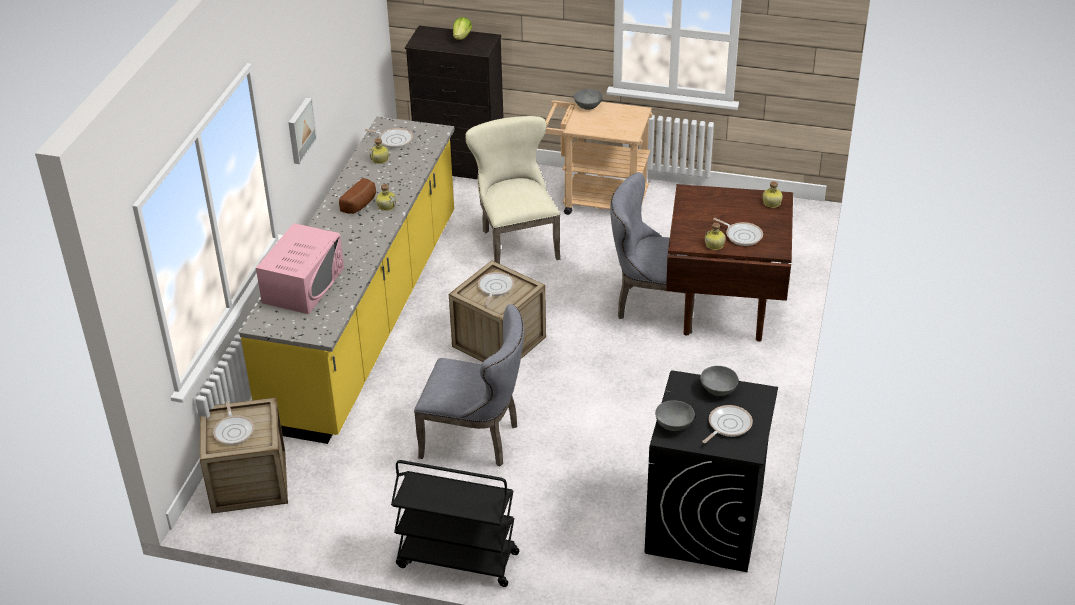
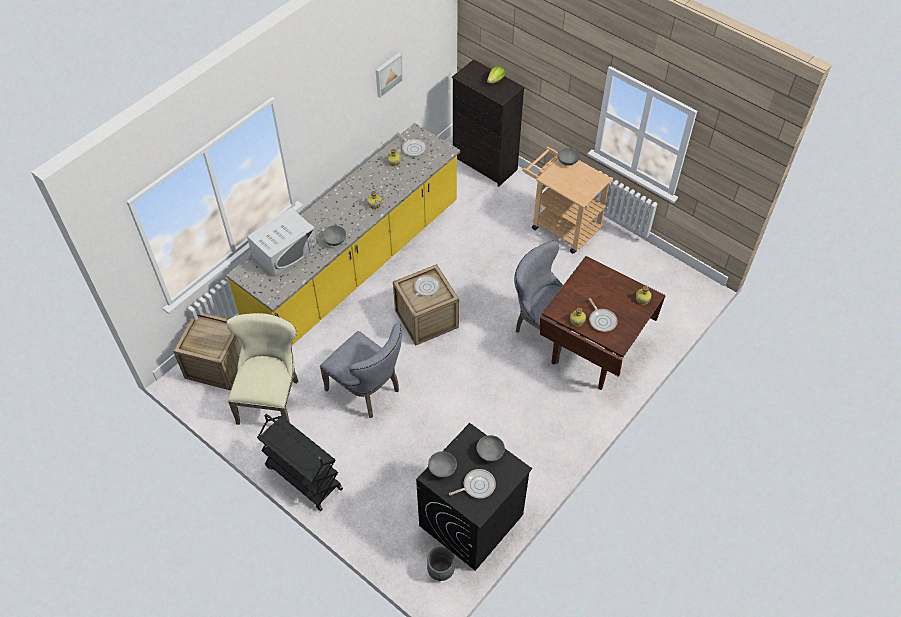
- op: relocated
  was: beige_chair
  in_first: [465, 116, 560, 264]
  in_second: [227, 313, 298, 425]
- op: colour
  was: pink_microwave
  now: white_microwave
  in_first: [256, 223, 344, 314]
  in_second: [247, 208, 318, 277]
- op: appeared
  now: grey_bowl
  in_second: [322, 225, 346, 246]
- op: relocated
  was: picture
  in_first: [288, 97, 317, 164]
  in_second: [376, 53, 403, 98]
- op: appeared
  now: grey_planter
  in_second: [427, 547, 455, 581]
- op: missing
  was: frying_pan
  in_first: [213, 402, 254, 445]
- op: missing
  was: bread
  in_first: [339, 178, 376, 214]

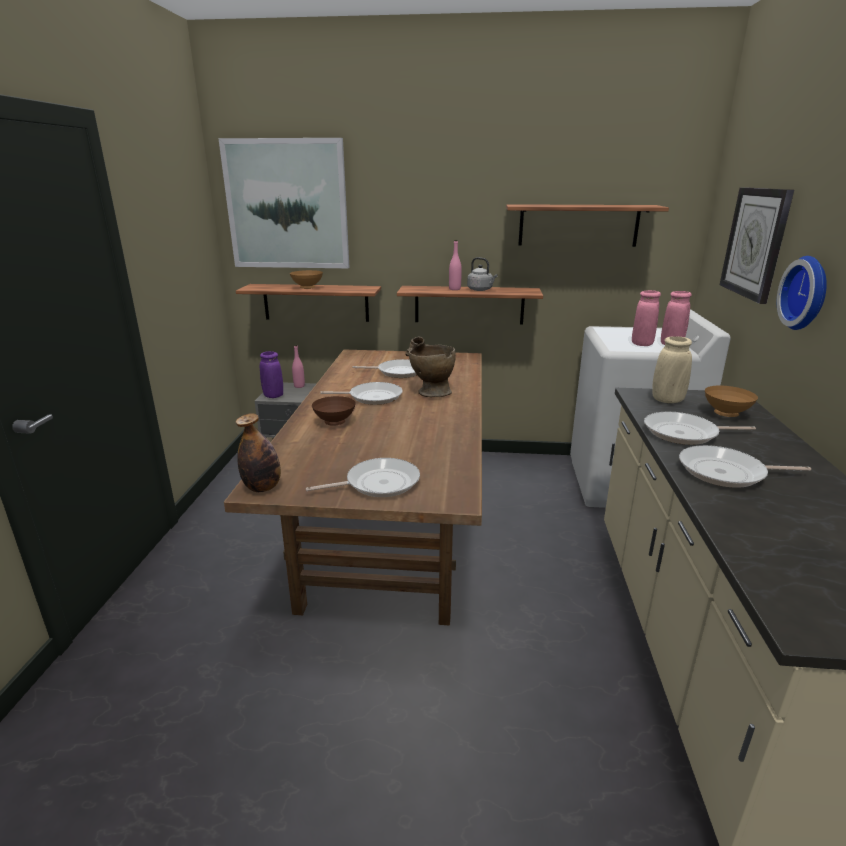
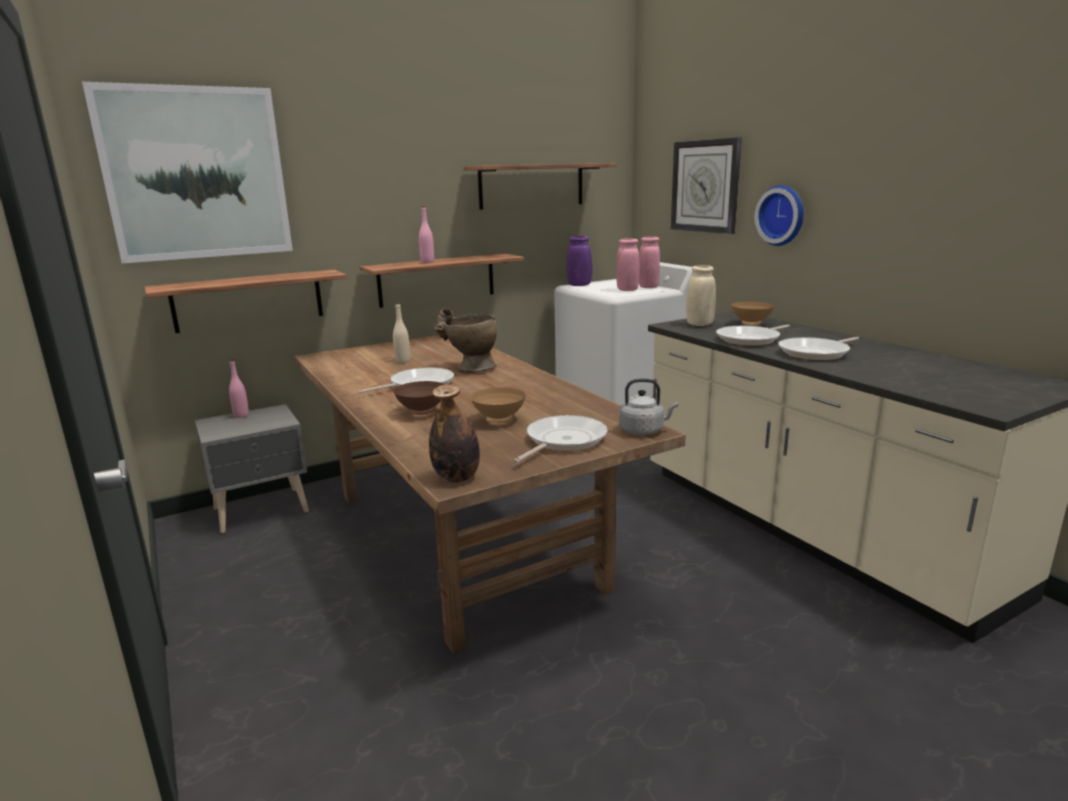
- op: exchanged
  was: frying_pan
  now: beige_bottle
  in_first: [352, 359, 417, 378]
  in_second: [393, 303, 410, 363]
- op: relocated
  was: brown_bowl
  in_first: [290, 270, 323, 289]
  in_second: [471, 387, 526, 423]
- op: relocated
  was: purple_vase
  in_first: [260, 351, 283, 398]
  in_second: [567, 236, 592, 286]
- op: relocated
  was: grey_kettle
  in_first: [467, 257, 498, 291]
  in_second: [619, 379, 678, 435]

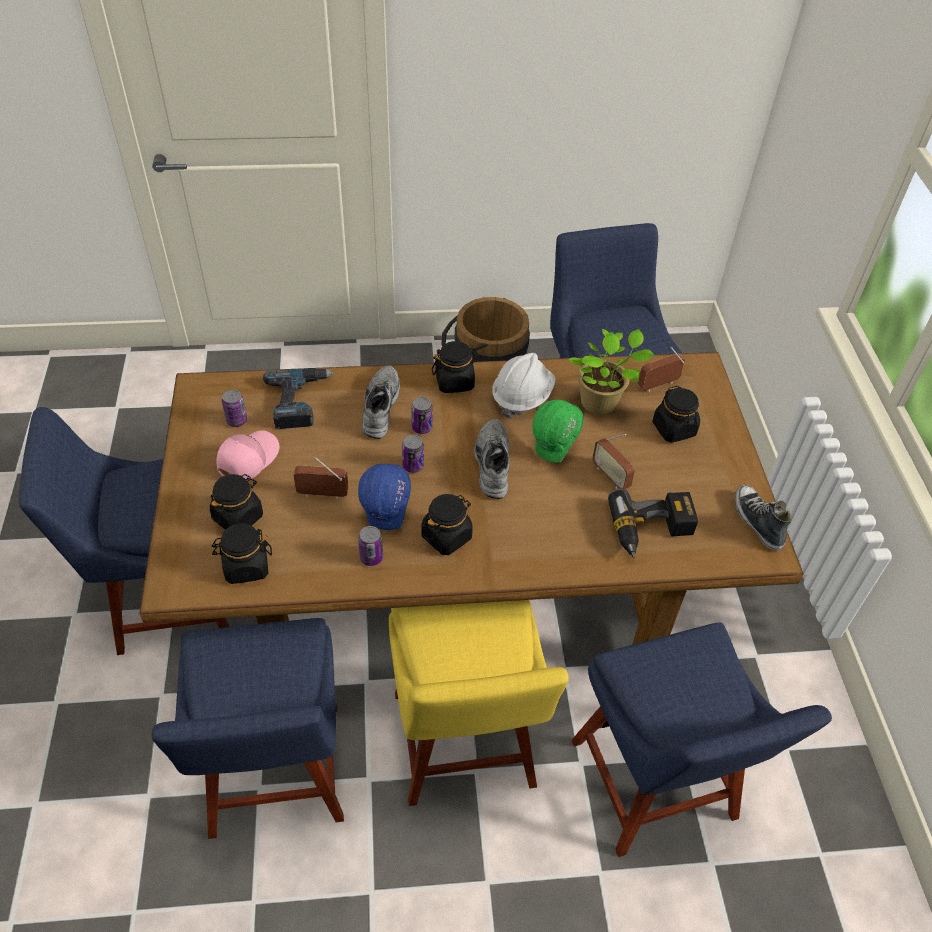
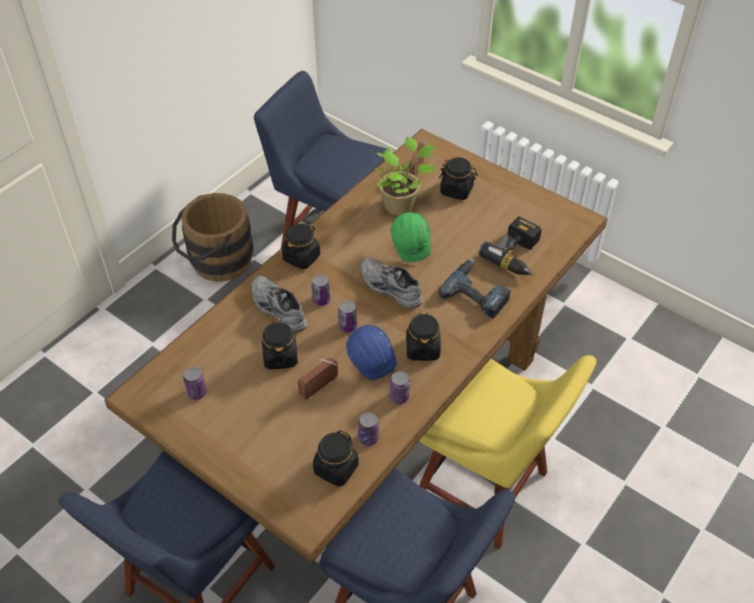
- op: relocated
  was: black_jar
  in_first: [210, 474, 263, 530]
  in_second: [262, 320, 298, 370]
- op: appeared
  now: can
  in_second: [358, 412, 379, 446]
- op: relocated
  was: power_drill
  in_first: [263, 368, 334, 429]
  in_second: [438, 259, 511, 319]
- op: missing
  was: pink_cap
  in_first: [217, 430, 280, 481]
- op: missing
  was: white_hard_hat
  in_first: [492, 353, 556, 419]
- op: missing
  was: blue_chair
  in_first: [572, 623, 832, 857]
- op: missing
  was: radio
  in_first: [592, 434, 635, 490]
- op: missing
  was: shoe
  in_first: [735, 485, 792, 551]

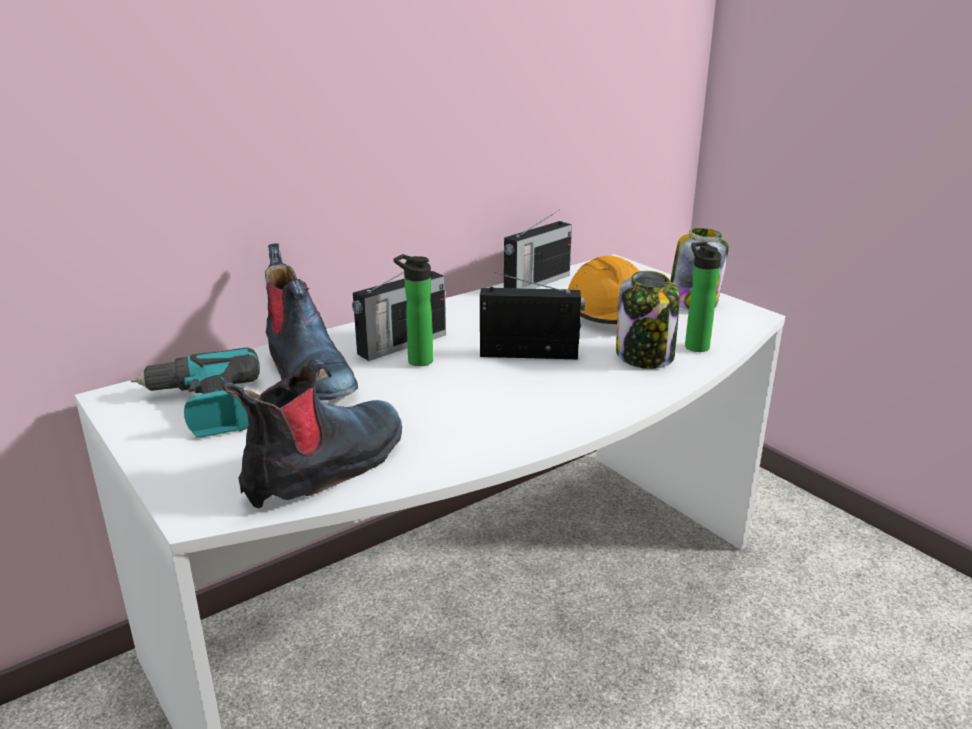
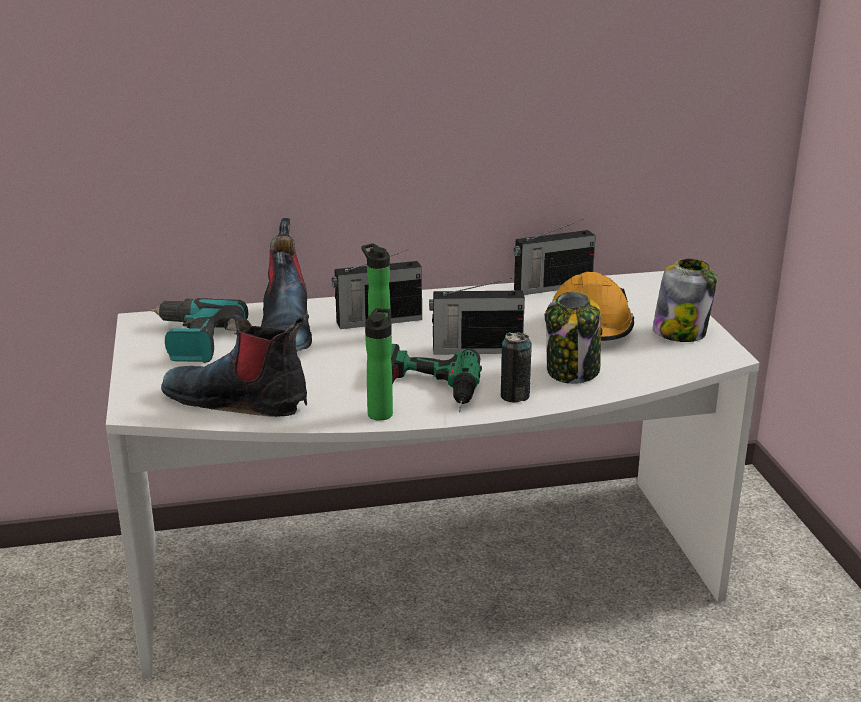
- op: spun
  was: boot
  in_first: [219, 359, 402, 509]
  in_second: [161, 314, 309, 417]
  clockwise: -135
- op: relocated
  was: bottle
  in_first: [685, 242, 721, 352]
  in_second: [365, 308, 393, 421]
- op: appeared
  now: power_drill
  in_second: [391, 344, 482, 412]
- op: spun
  was: radio
  in_first: [480, 272, 585, 359]
  in_second: [429, 278, 525, 355]
  clockwise: 150
- op: appeared
  now: can
  in_second: [501, 332, 532, 403]

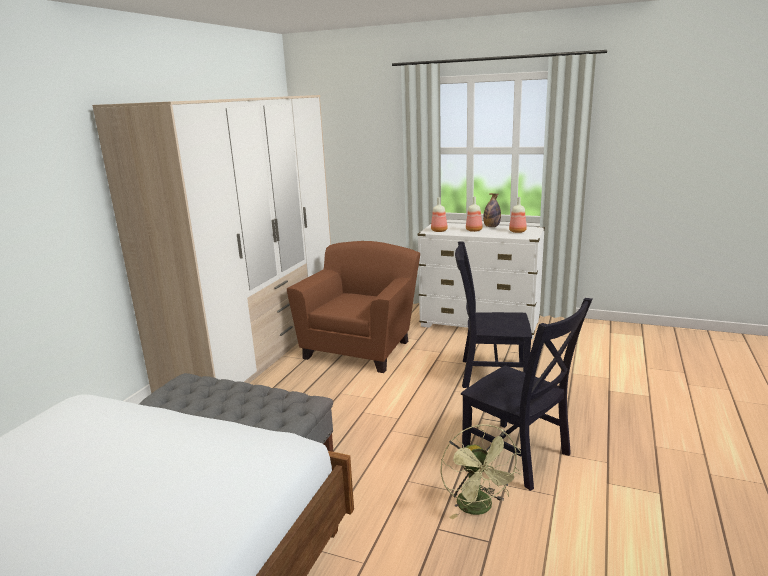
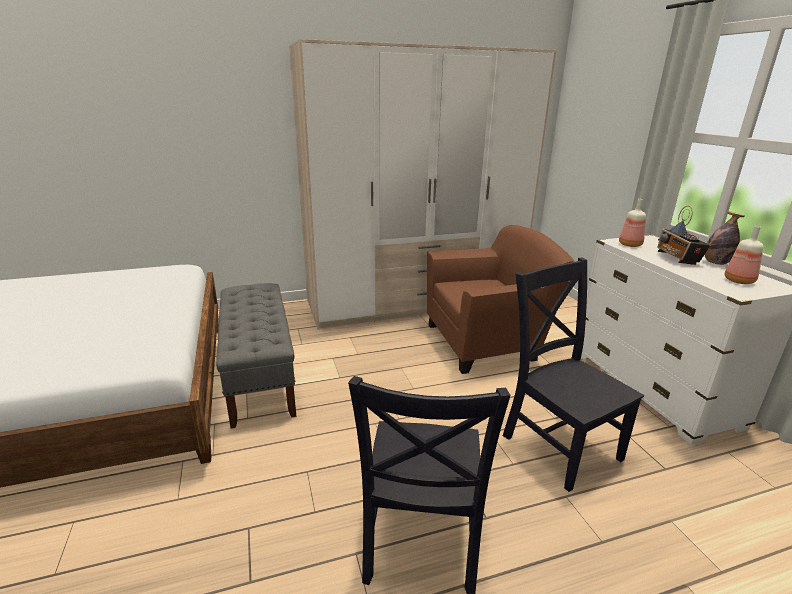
- op: exchanged
  was: bottle
  now: radio
  in_first: [466, 196, 483, 232]
  in_second: [657, 206, 711, 265]
- op: missing
  was: green_fan
  in_first: [440, 424, 522, 520]

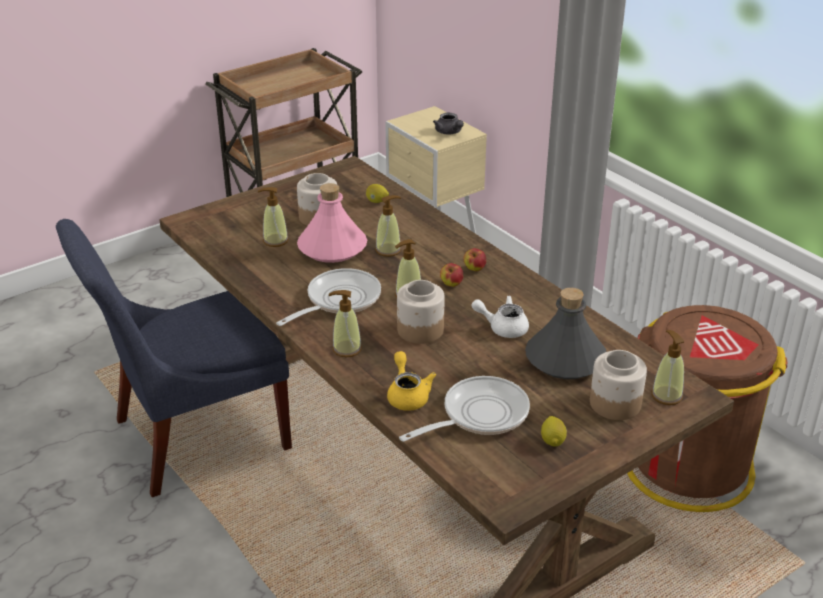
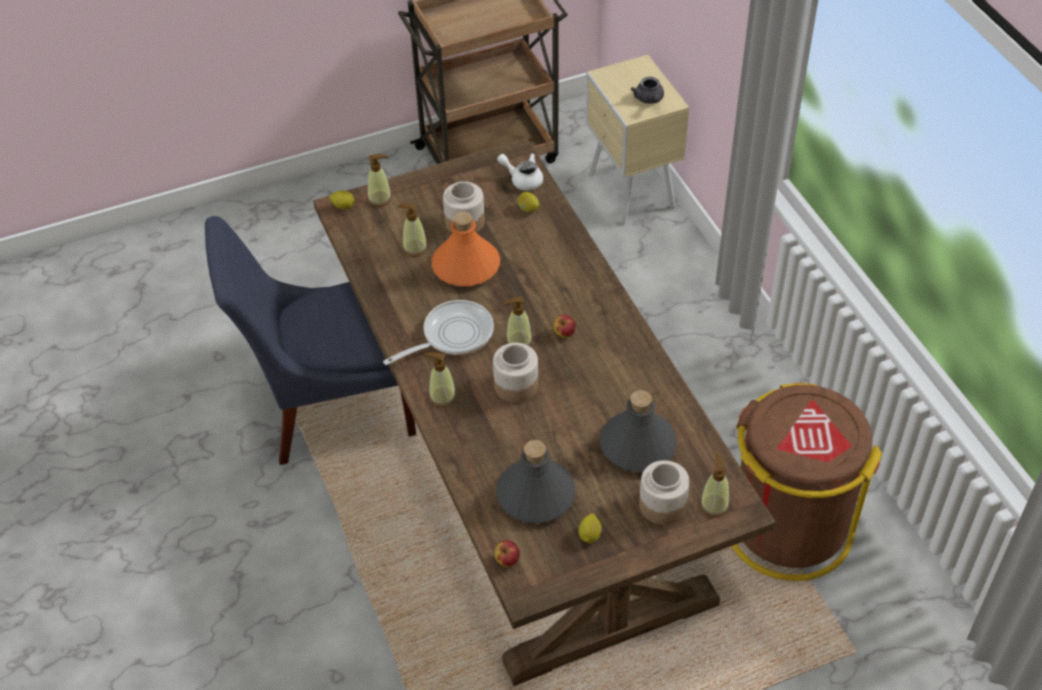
- op: appeared
  now: lemon
  in_second: [329, 190, 355, 209]
- op: relocated
  was: soap_dispenser
  in_first: [375, 195, 401, 257]
  in_second: [367, 154, 392, 207]
- op: colour
  was: pink_bottle
  now: orange_bottle
  in_first: [297, 183, 367, 263]
  in_second: [431, 211, 500, 286]
- op: relocated
  was: apple
  in_first: [463, 248, 486, 272]
  in_second: [494, 540, 520, 567]
- op: exchanged
  was: frying_pan
  now: grey_bottle
  in_first: [399, 376, 530, 442]
  in_second: [496, 440, 575, 523]
- op: relocated
  was: white_teapot
  in_first: [472, 296, 529, 338]
  in_second: [497, 153, 543, 191]
- op: missing
  was: yellow_teapot
  in_first: [387, 351, 436, 411]

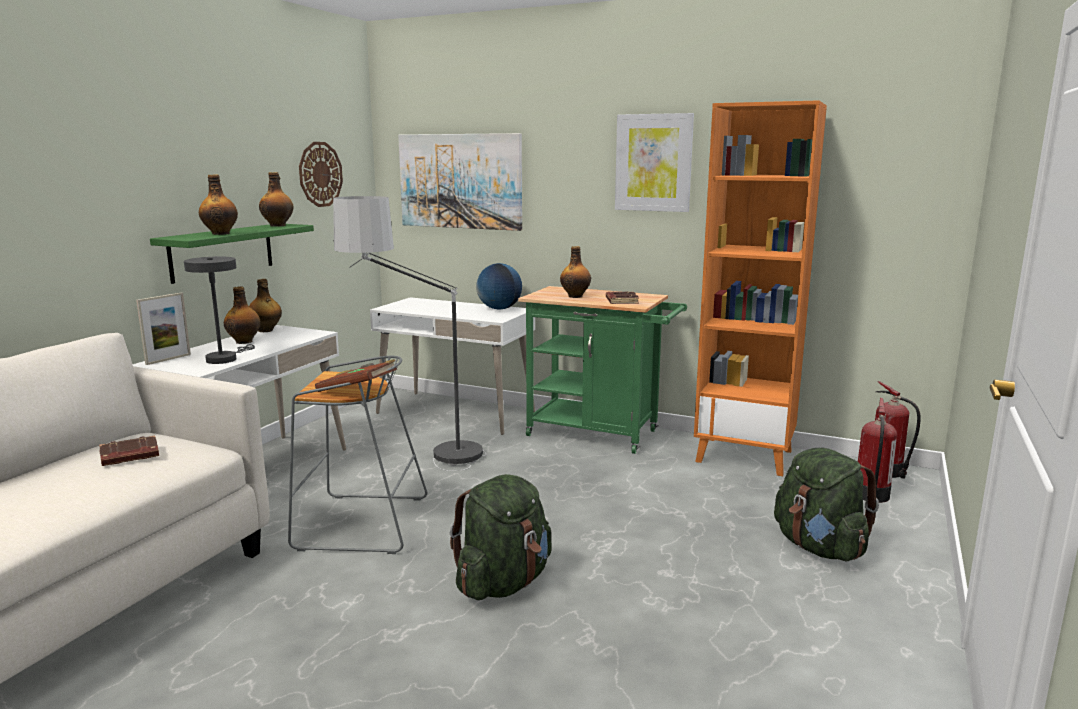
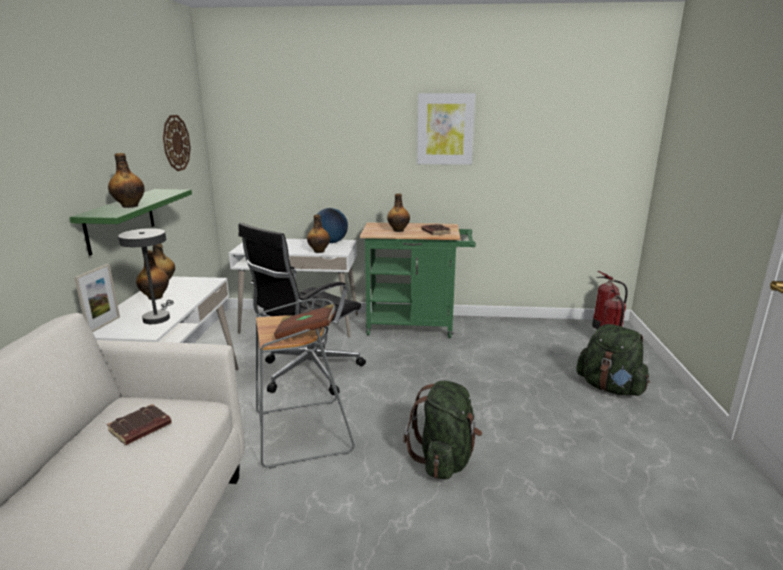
- op: exchanged
  was: floor_lamp
  now: black_office_chair
  in_first: [333, 196, 486, 471]
  in_second: [239, 223, 366, 395]
- op: relocated
  was: bottle
  in_first: [259, 172, 293, 227]
  in_second: [307, 215, 330, 253]
- op: missing
  was: picture
  in_first: [398, 133, 522, 231]
- op: missing
  was: orange_bookcase
  in_first: [694, 100, 827, 476]

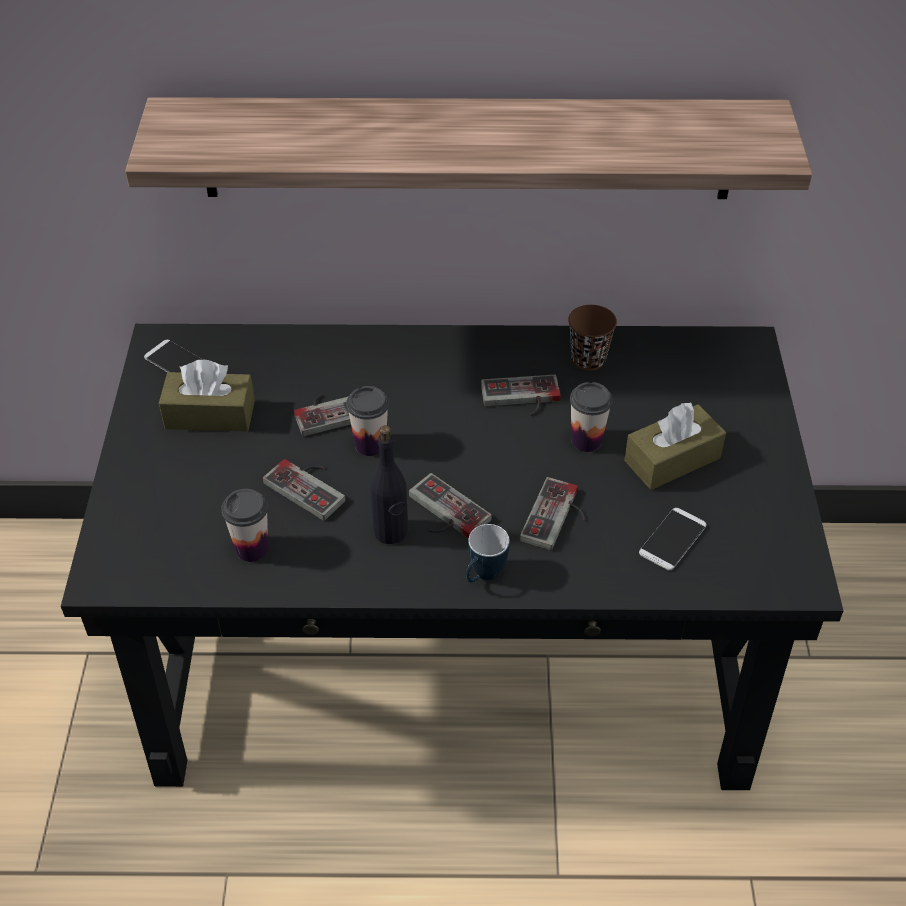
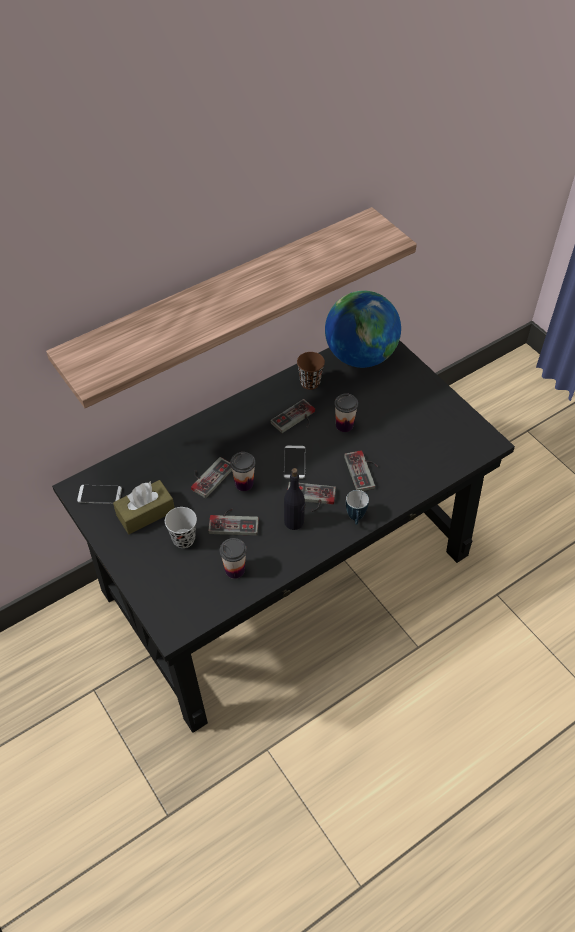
- op: appeared
  now: black_cup
  in_second: [165, 507, 197, 548]
- op: relocated
  was: phone
  in_first: [639, 508, 706, 571]
  in_second: [284, 446, 305, 479]
- op: appeared
  now: globe
  in_second: [325, 291, 401, 368]
- op: missing
  was: brown_tissue_box
  in_first: [624, 402, 726, 490]

